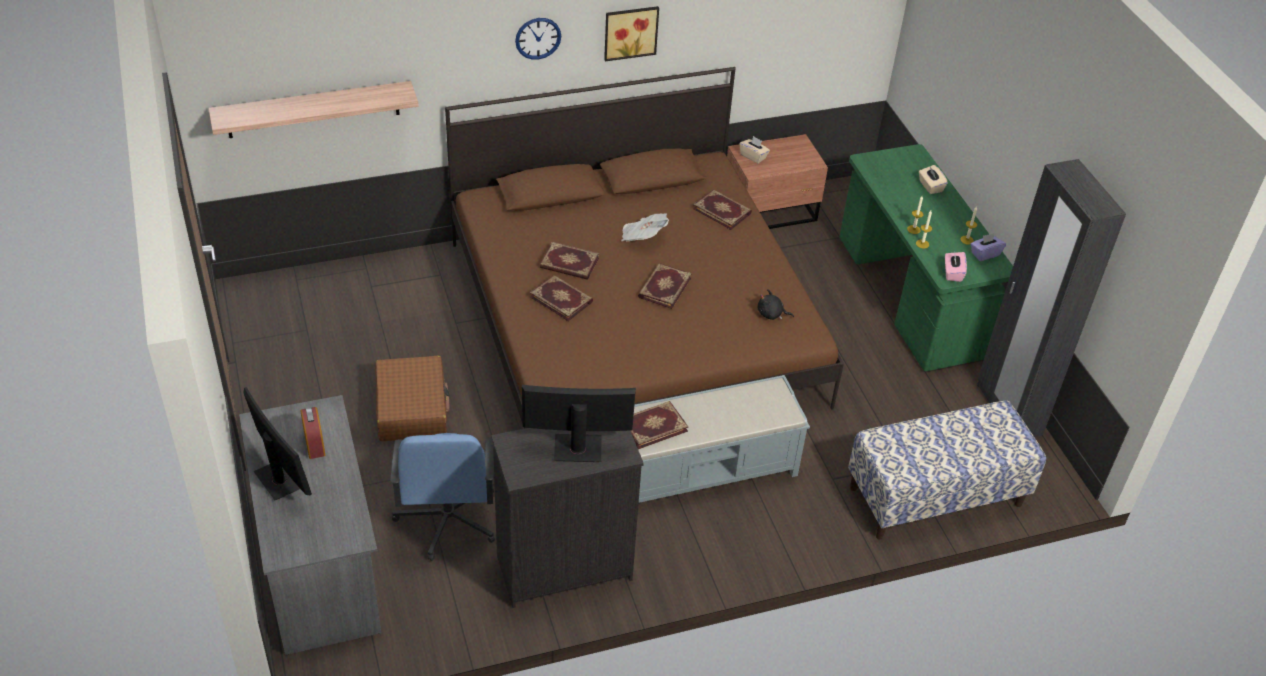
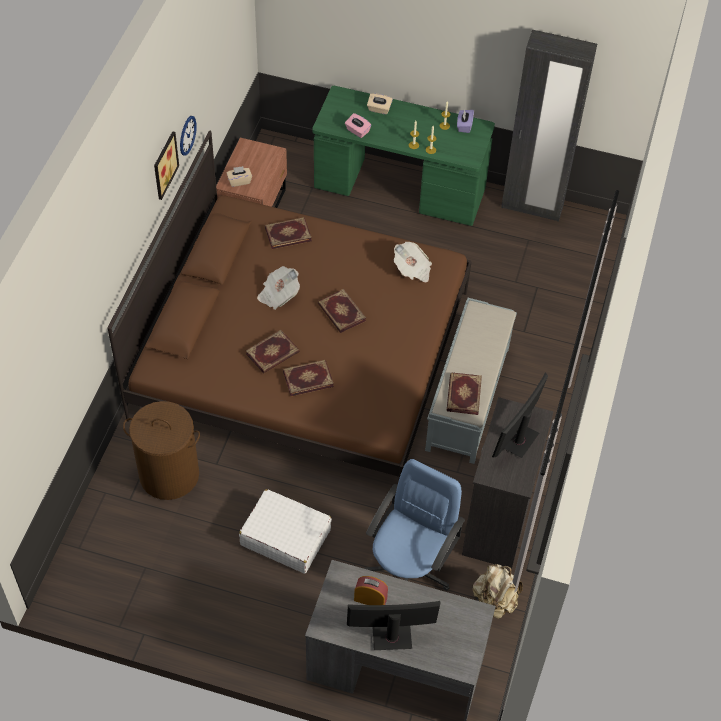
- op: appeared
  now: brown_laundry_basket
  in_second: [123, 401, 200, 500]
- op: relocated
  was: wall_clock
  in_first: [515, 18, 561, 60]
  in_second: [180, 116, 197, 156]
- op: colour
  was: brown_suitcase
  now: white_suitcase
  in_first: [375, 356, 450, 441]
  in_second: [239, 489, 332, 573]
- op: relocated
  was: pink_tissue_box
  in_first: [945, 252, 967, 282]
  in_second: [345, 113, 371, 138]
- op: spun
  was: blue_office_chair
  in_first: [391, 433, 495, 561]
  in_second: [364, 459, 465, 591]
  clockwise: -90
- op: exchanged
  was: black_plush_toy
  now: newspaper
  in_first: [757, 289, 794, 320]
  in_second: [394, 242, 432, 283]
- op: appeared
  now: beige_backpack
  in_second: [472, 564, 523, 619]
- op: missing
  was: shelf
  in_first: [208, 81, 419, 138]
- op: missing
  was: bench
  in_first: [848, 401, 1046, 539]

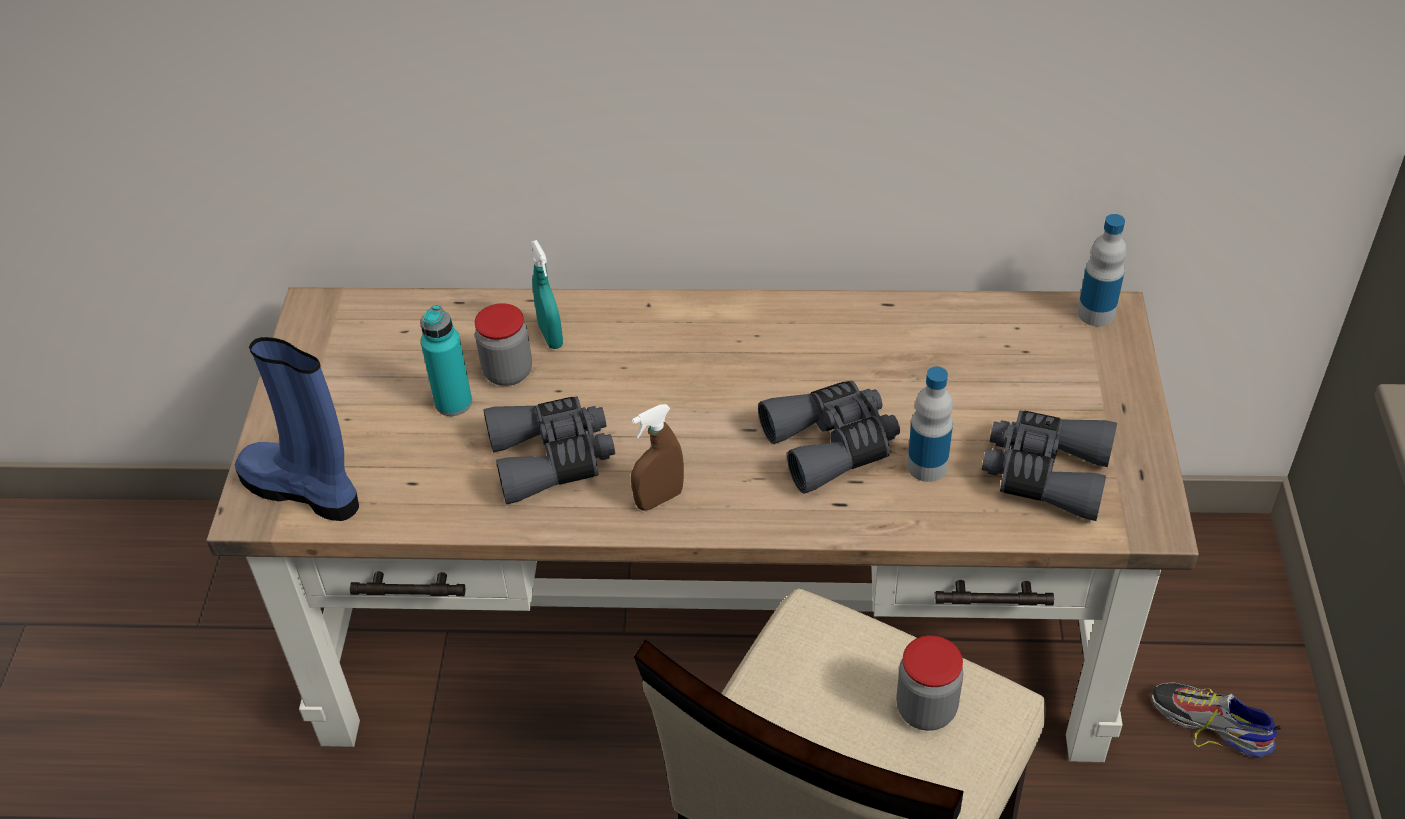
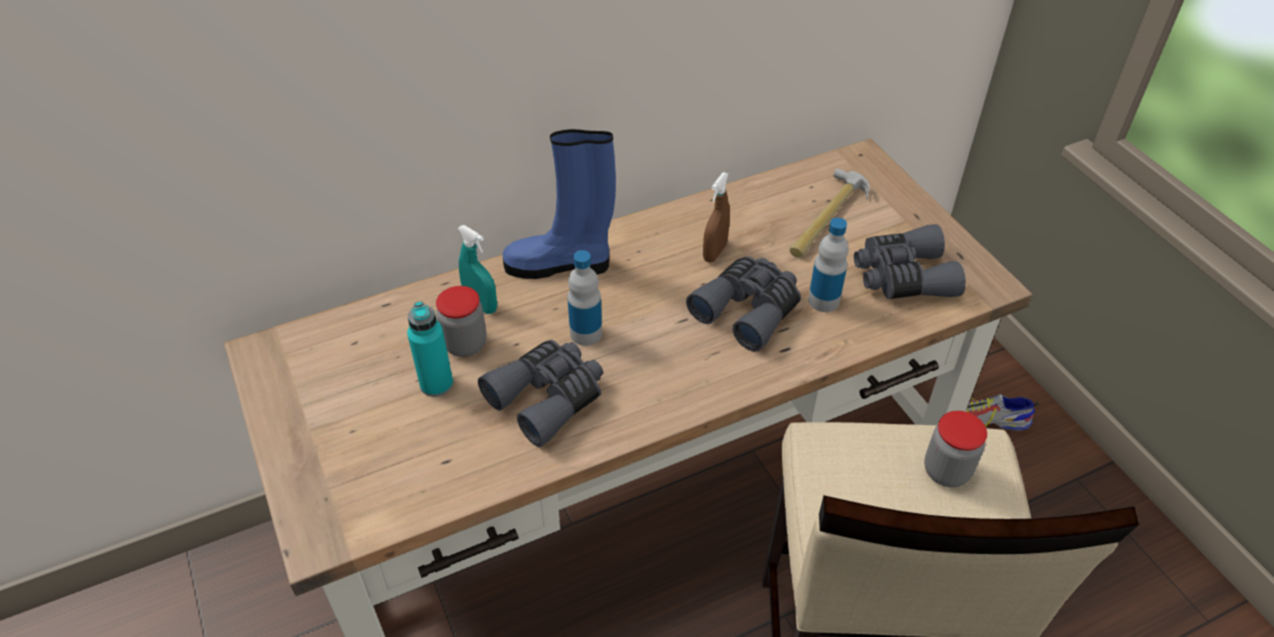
- op: relocated
  was: blue_boot
  in_first: [234, 337, 359, 521]
  in_second: [503, 129, 616, 279]
- op: relocated
  was: bottle
  in_first: [1077, 214, 1127, 326]
  in_second: [567, 250, 602, 346]
- op: relocated
  was: brown_spray_bottle
  in_first: [631, 404, 684, 511]
  in_second: [703, 172, 730, 262]
- op: appeared
  now: hammer
  in_second: [790, 168, 870, 258]

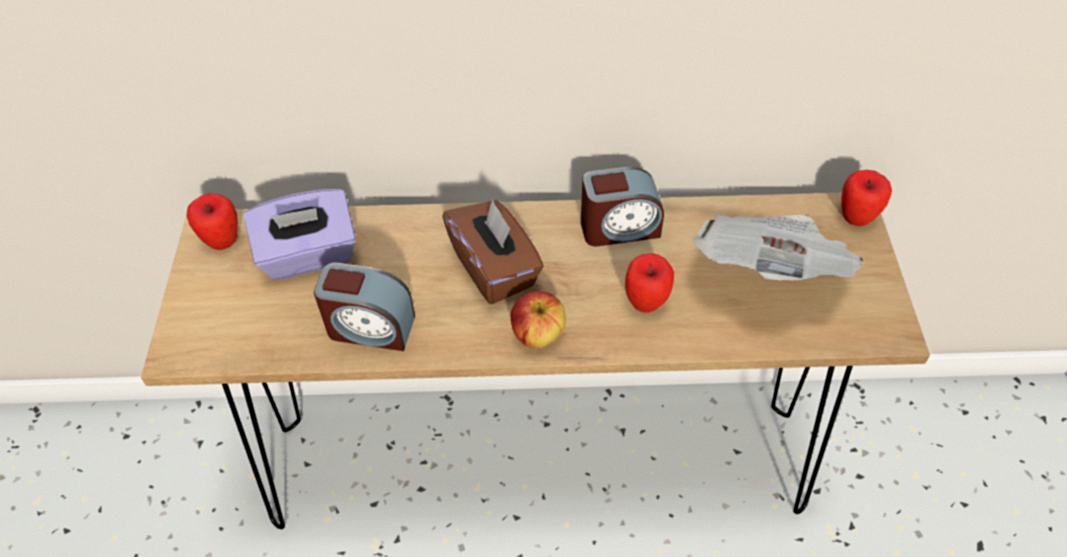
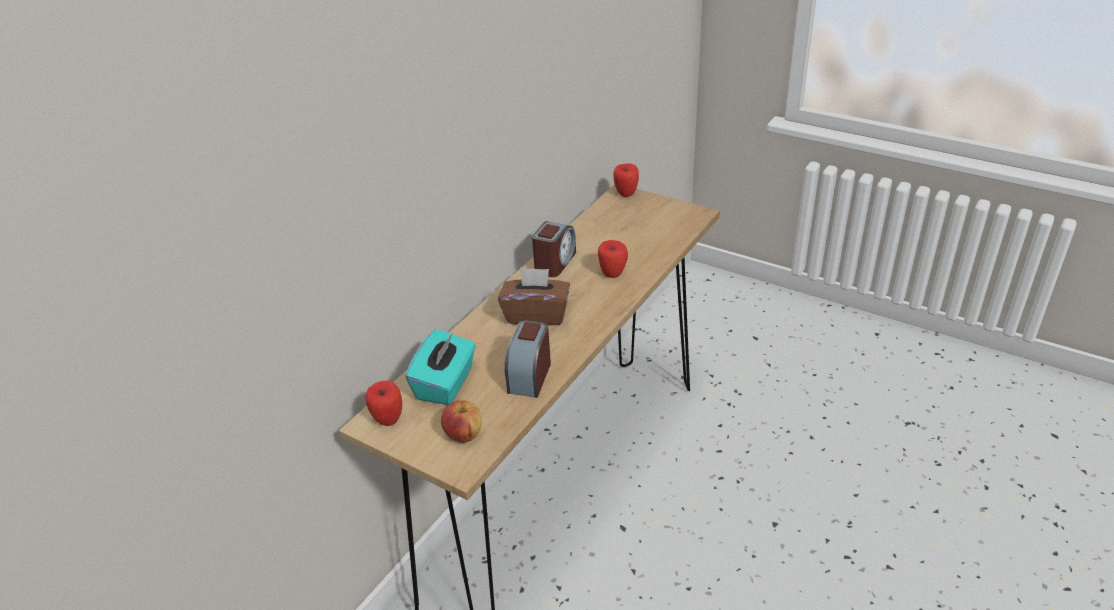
- op: colour
  was: purple_tissue_box
  now: turquoise_tissue_box
  in_first: [243, 189, 356, 280]
  in_second: [405, 329, 476, 405]
- op: relocated
  was: apple
  in_first: [511, 291, 566, 348]
  in_second: [441, 400, 482, 443]
- op: spun
  was: alarm_clock
  in_first: [314, 263, 415, 351]
  in_second: [504, 320, 551, 398]
  clockwise: 150
- op: missing
  was: newspaper
  in_first: [693, 214, 864, 280]

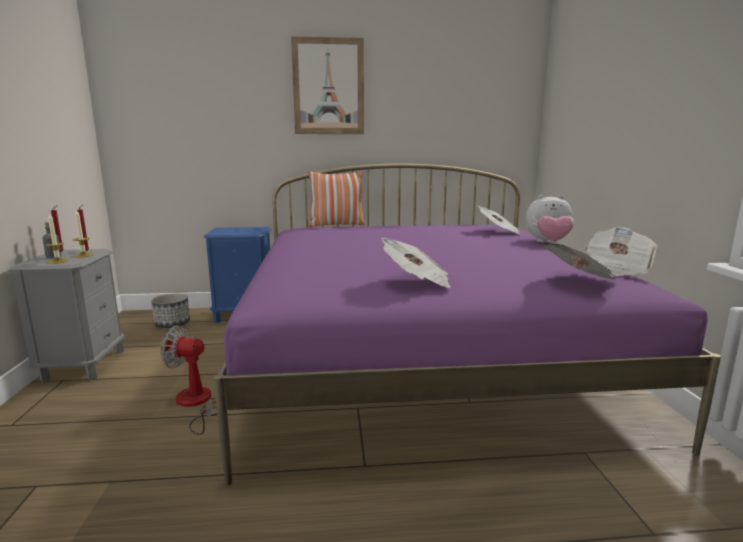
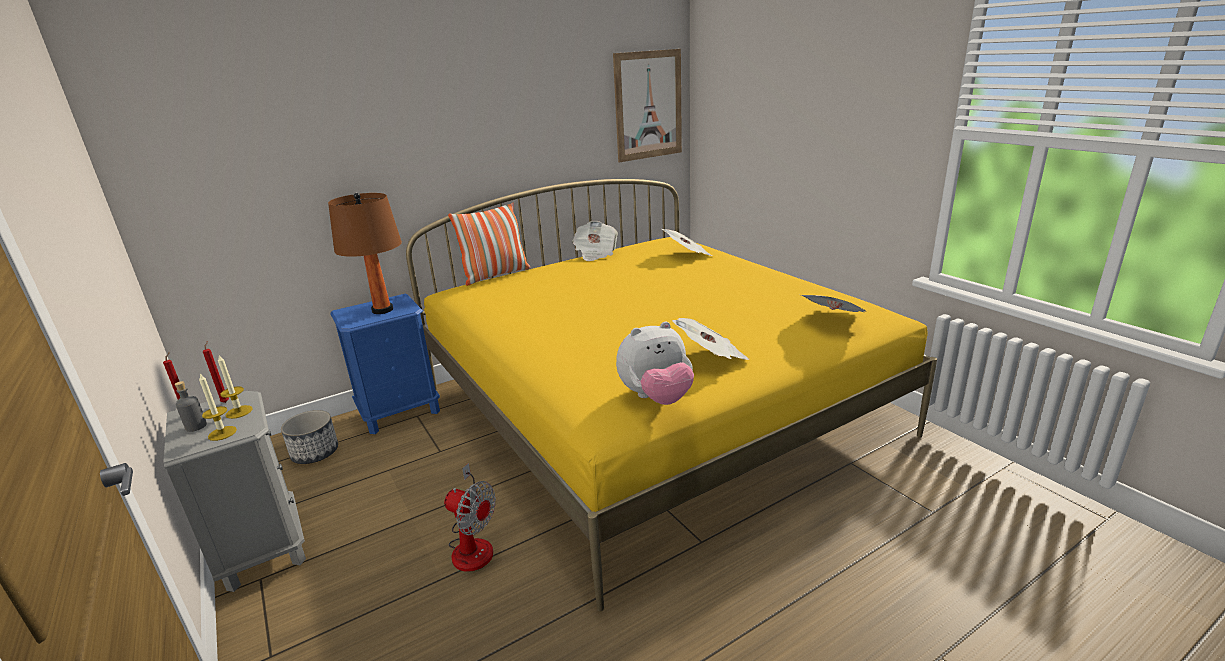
- op: appeared
  now: brown_table_lamp
  in_second: [328, 193, 402, 314]
- op: colour
  was: purple_bed
  now: yellow_bed
  in_first: [214, 163, 721, 486]
  in_second: [406, 179, 937, 612]
- op: spun
  was: fan
  in_first: [160, 325, 217, 435]
  in_second: [444, 463, 496, 572]
  clockwise: -135
- op: relocated
  was: newspaper
  in_first: [585, 227, 658, 276]
  in_second: [572, 221, 618, 261]
- op: relocated
  was: picture
  in_first: [291, 36, 364, 134]
  in_second: [613, 49, 682, 162]
- op: relocated
  was: plush_toy
  in_first: [526, 195, 574, 243]
  in_second: [616, 322, 694, 405]

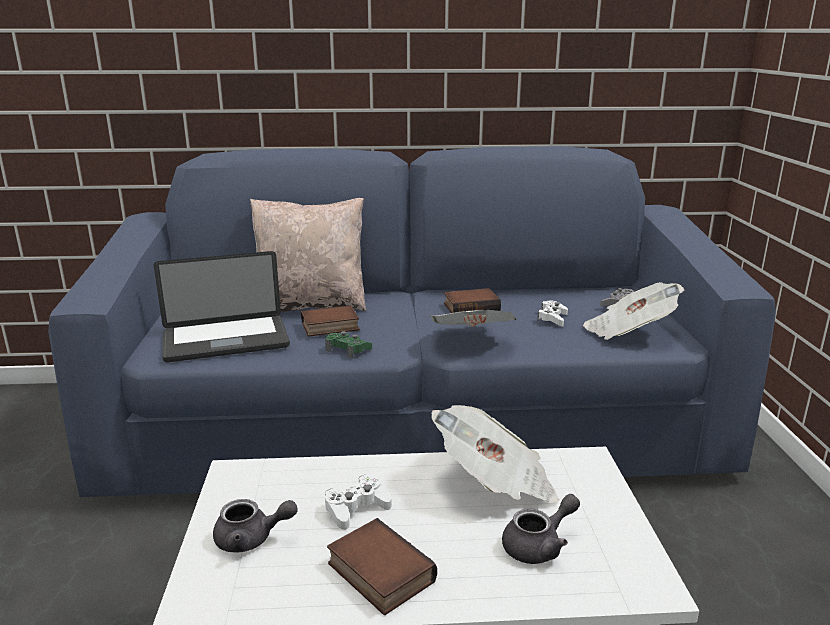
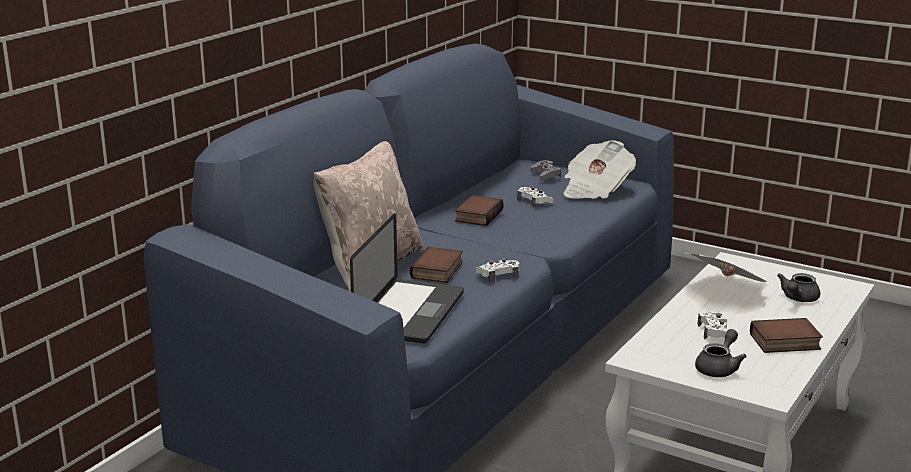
- op: colour
  was: green_game_controller
  now: white_game_controller
  in_first: [325, 331, 372, 358]
  in_second: [476, 258, 519, 282]
- op: spun
  was: grey_teapot
  in_first: [502, 494, 580, 564]
  in_second: [777, 273, 820, 302]
  clockwise: -150
- op: missing
  was: newspaper
  in_first: [430, 310, 517, 327]

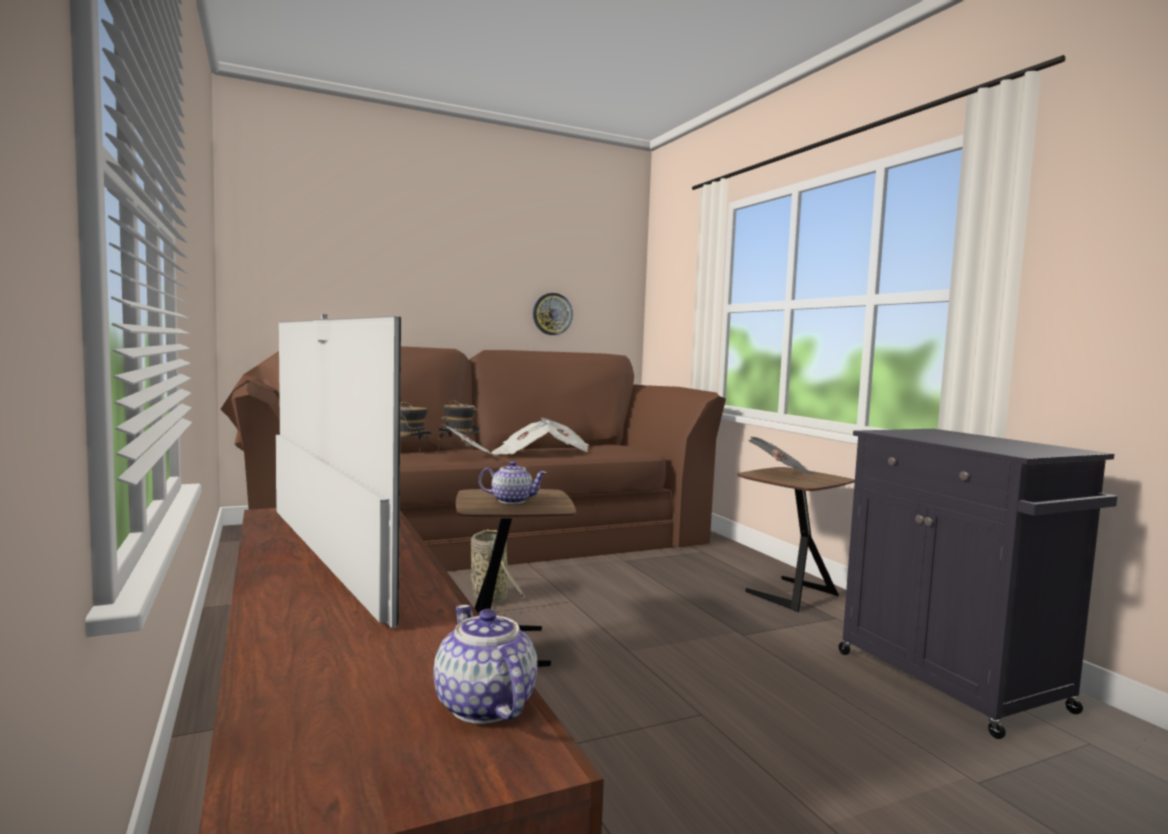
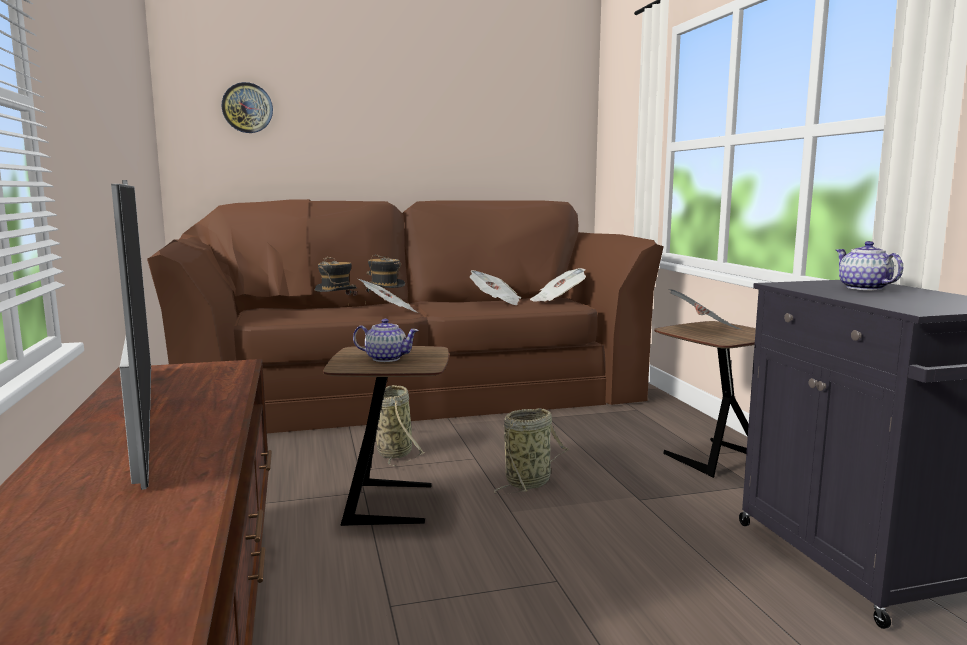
- op: relocated
  was: wall_clock
  in_first: [533, 293, 573, 335]
  in_second: [222, 82, 273, 133]
- op: appeared
  now: basket
  in_second: [494, 408, 568, 494]
- op: relocated
  was: newspaper
  in_first: [492, 420, 550, 455]
  in_second: [530, 268, 586, 302]
- op: relocated
  was: teapot
  in_first: [434, 605, 538, 724]
  in_second: [836, 241, 903, 290]

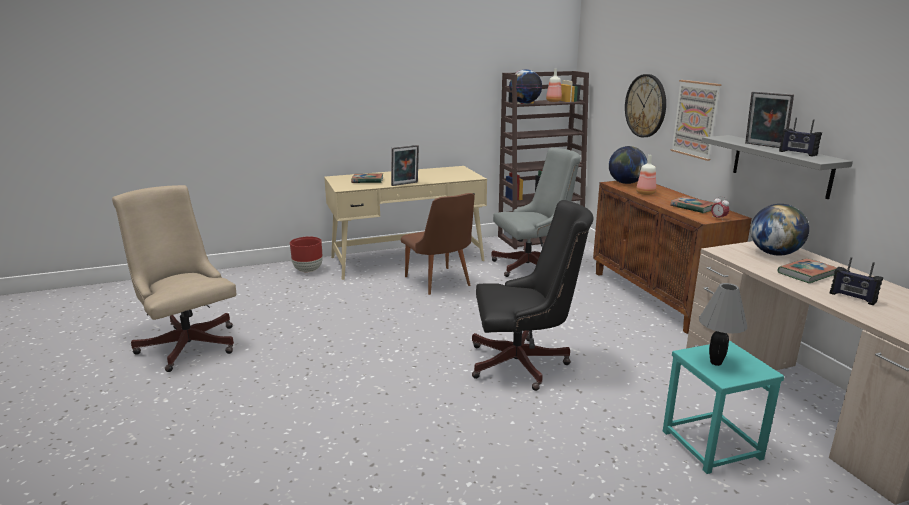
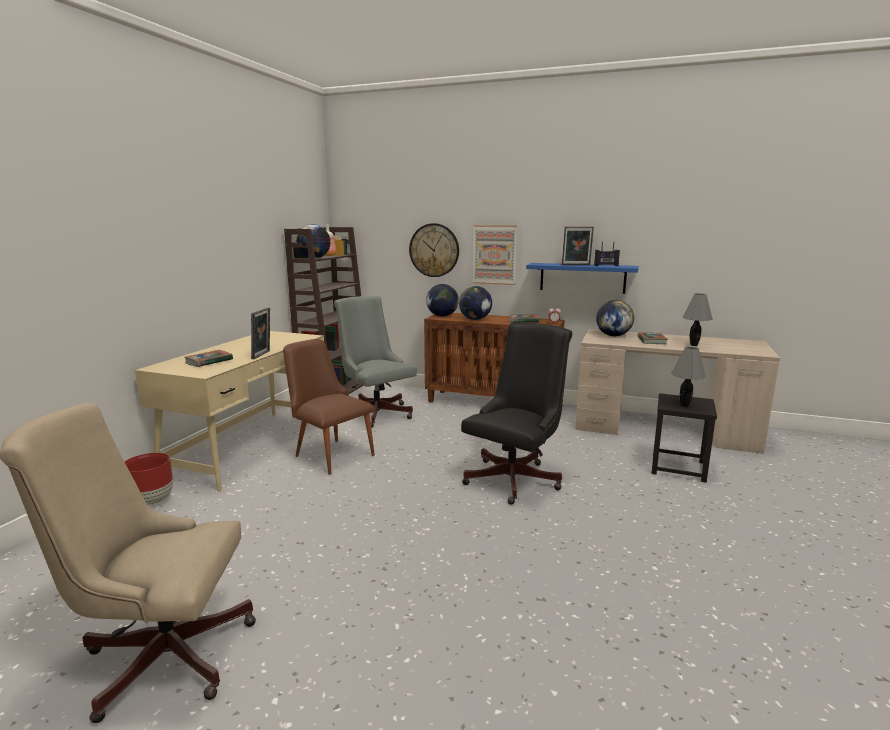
- op: spun
  was: brown_chair
  in_first: [401, 193, 475, 295]
  in_second: [283, 339, 375, 475]
  clockwise: -150
- op: spun
  was: grey_office_chair
  in_first: [491, 147, 581, 277]
  in_second: [334, 296, 417, 428]
  clockwise: -60
- op: exchanged
  was: bottle
  now: globe
  in_first: [636, 155, 656, 195]
  in_second: [459, 286, 492, 320]
- op: colour
  was: grey_shelf
  now: blue_shelf
  in_first: [702, 135, 853, 199]
  in_second: [526, 263, 639, 294]
- op: colour
  was: turquoise_stool
  now: black_stool
  in_first: [663, 341, 784, 474]
  in_second: [651, 393, 717, 483]
- op: exchanged
  was: radio
  now: grey_table_lamp
  in_first: [830, 257, 883, 305]
  in_second: [683, 293, 712, 346]

